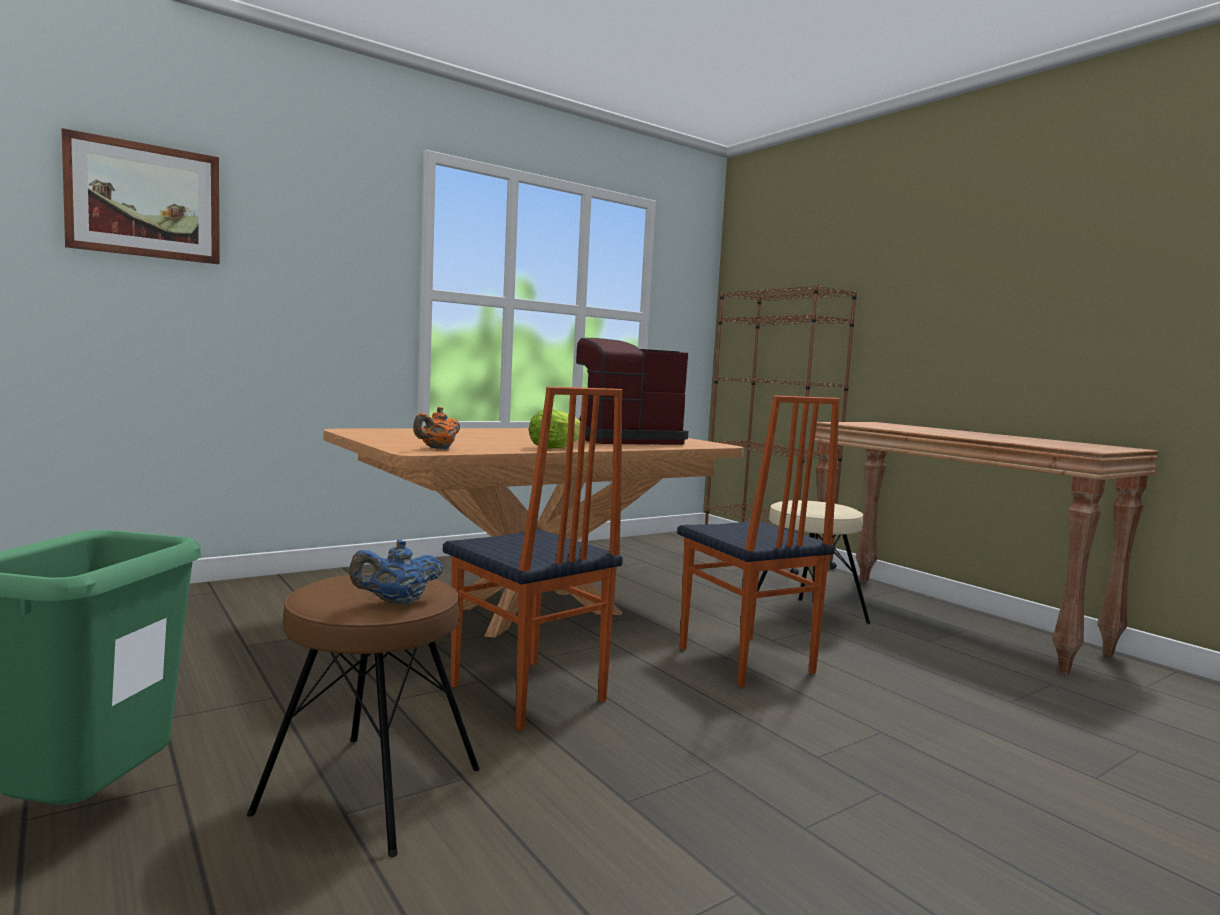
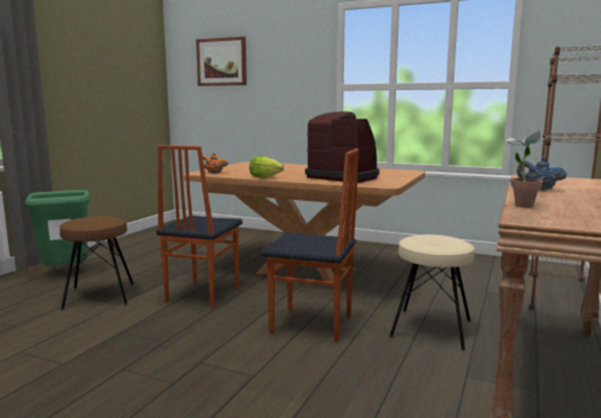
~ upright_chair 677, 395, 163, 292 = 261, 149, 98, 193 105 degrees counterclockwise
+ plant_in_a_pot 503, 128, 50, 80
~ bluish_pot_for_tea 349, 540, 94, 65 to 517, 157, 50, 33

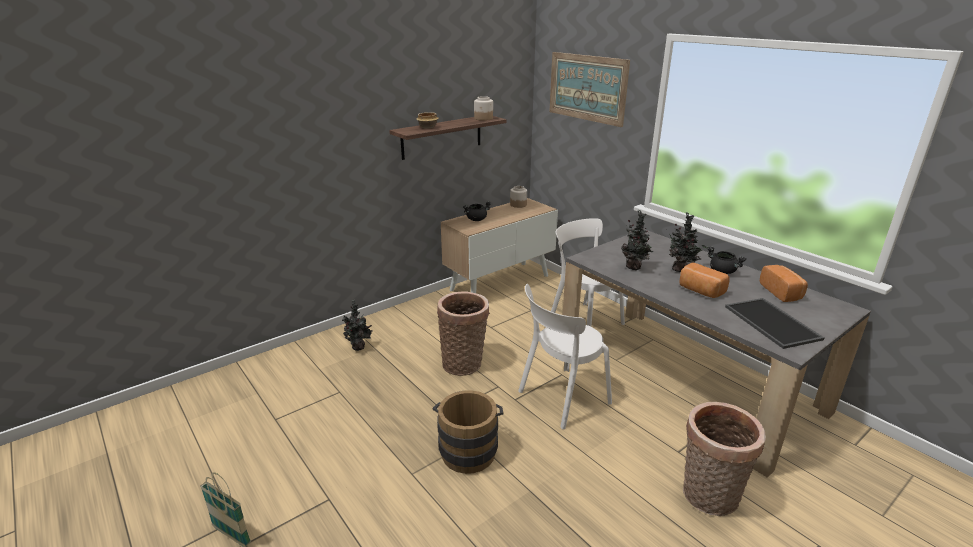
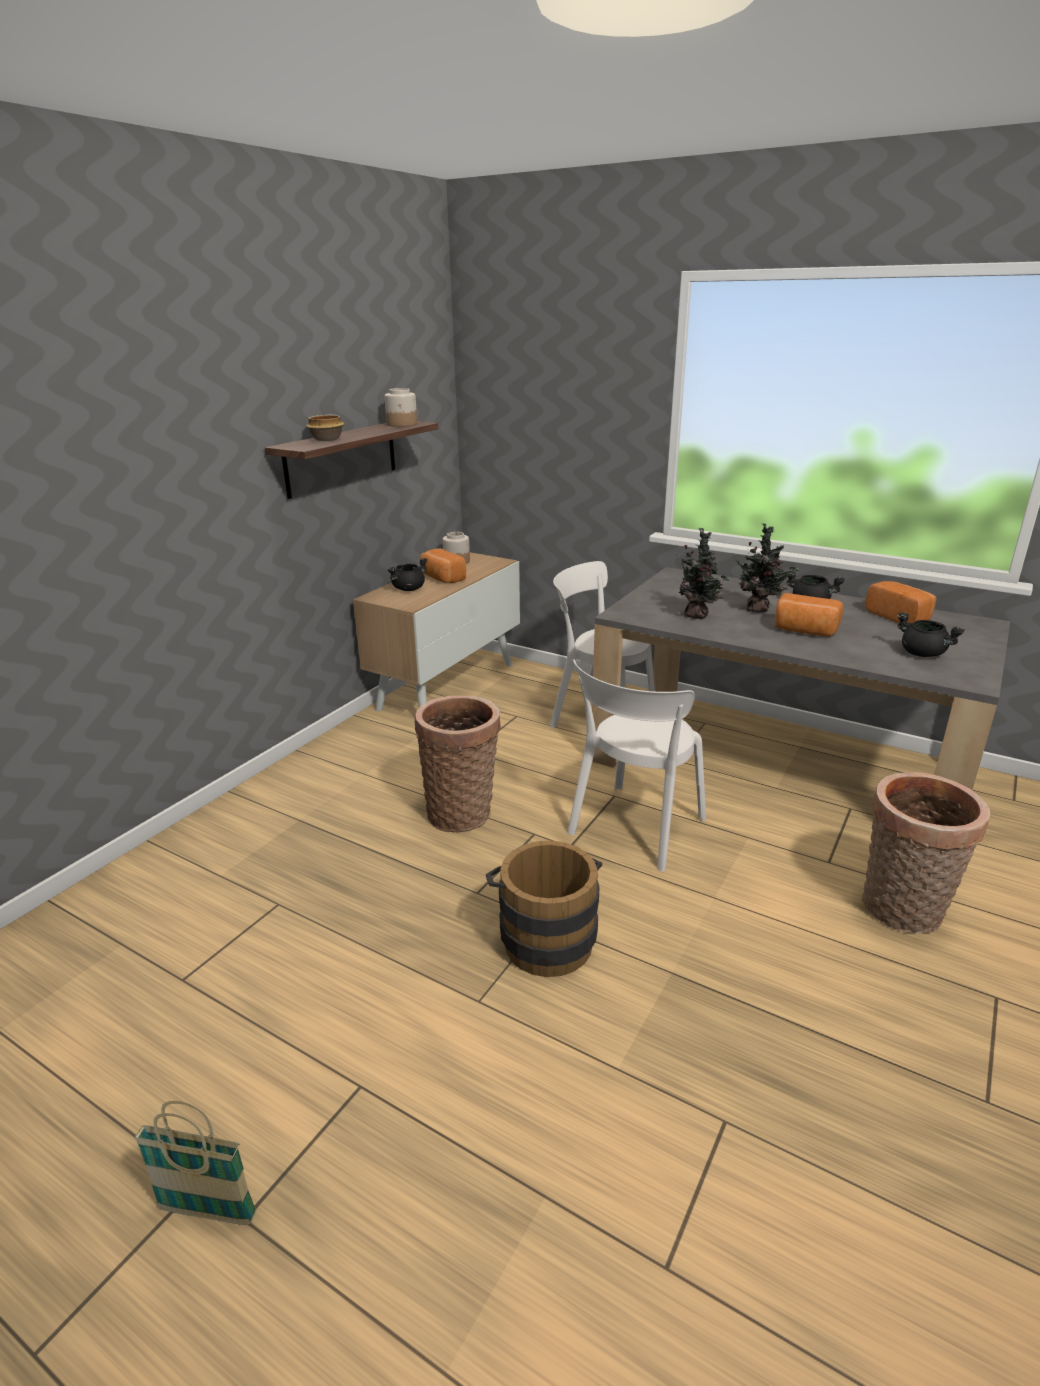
+ bread 420, 548, 46, 35
~ serving_tray 725, 298, 99, 51 to black-coloured_saucepot 897, 612, 68, 45
- plant_in_a_pot 342, 300, 31, 51
- wall_art 549, 52, 81, 75

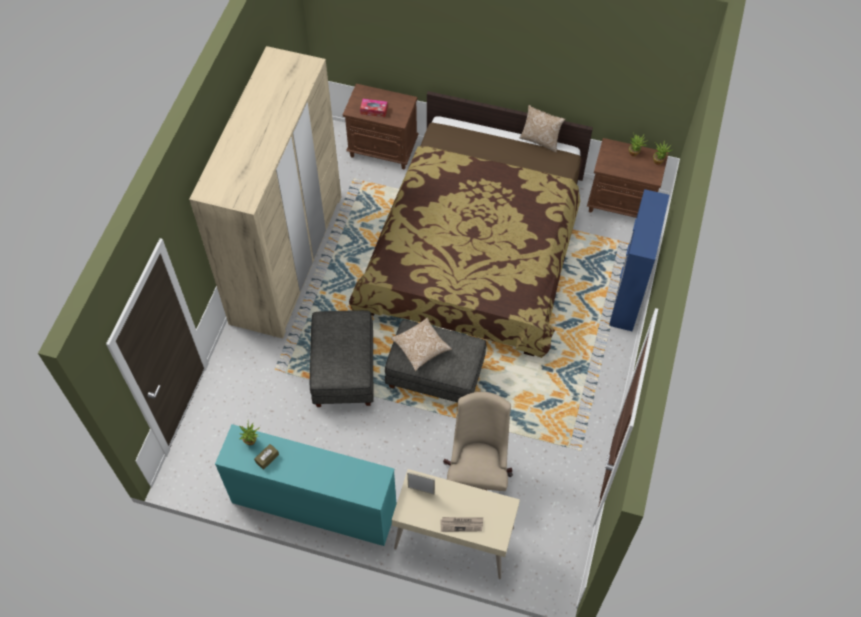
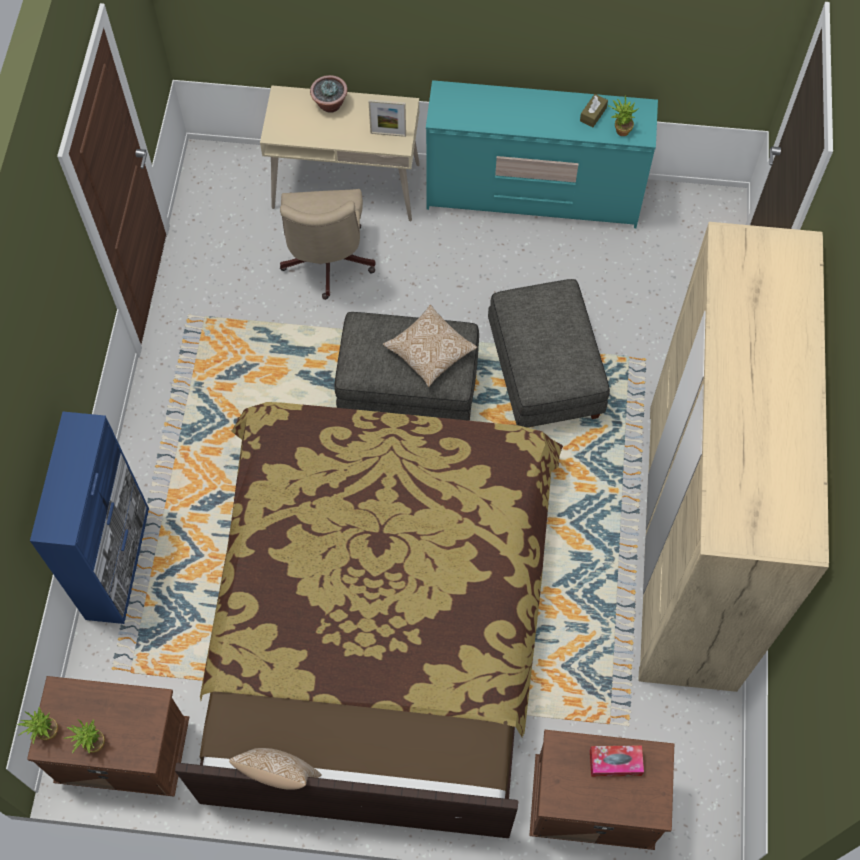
~ printed_paper 441, 517, 42, 15 to plant_in_a_pot 310, 75, 38, 38

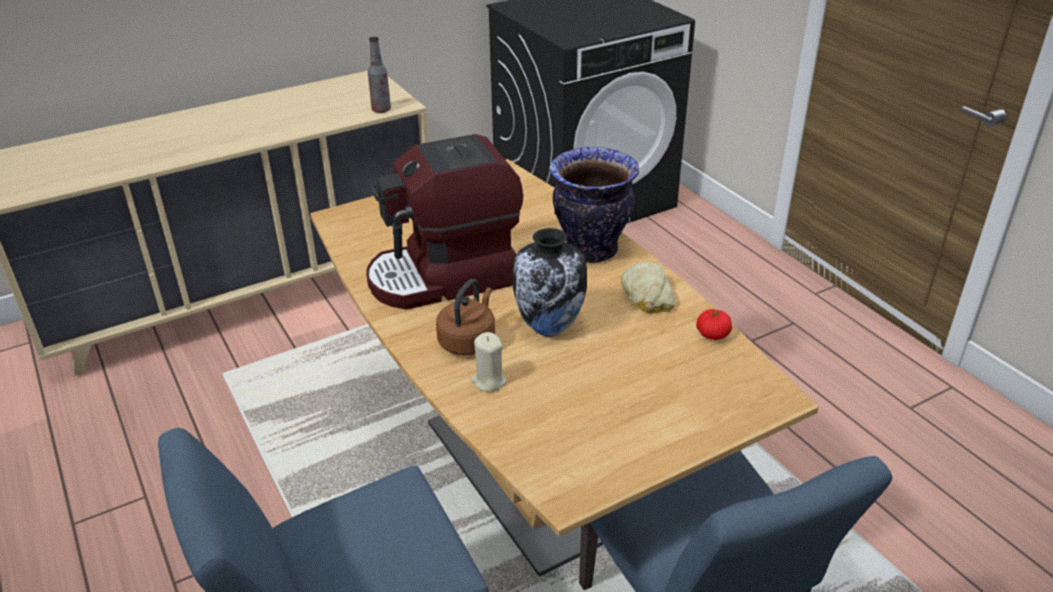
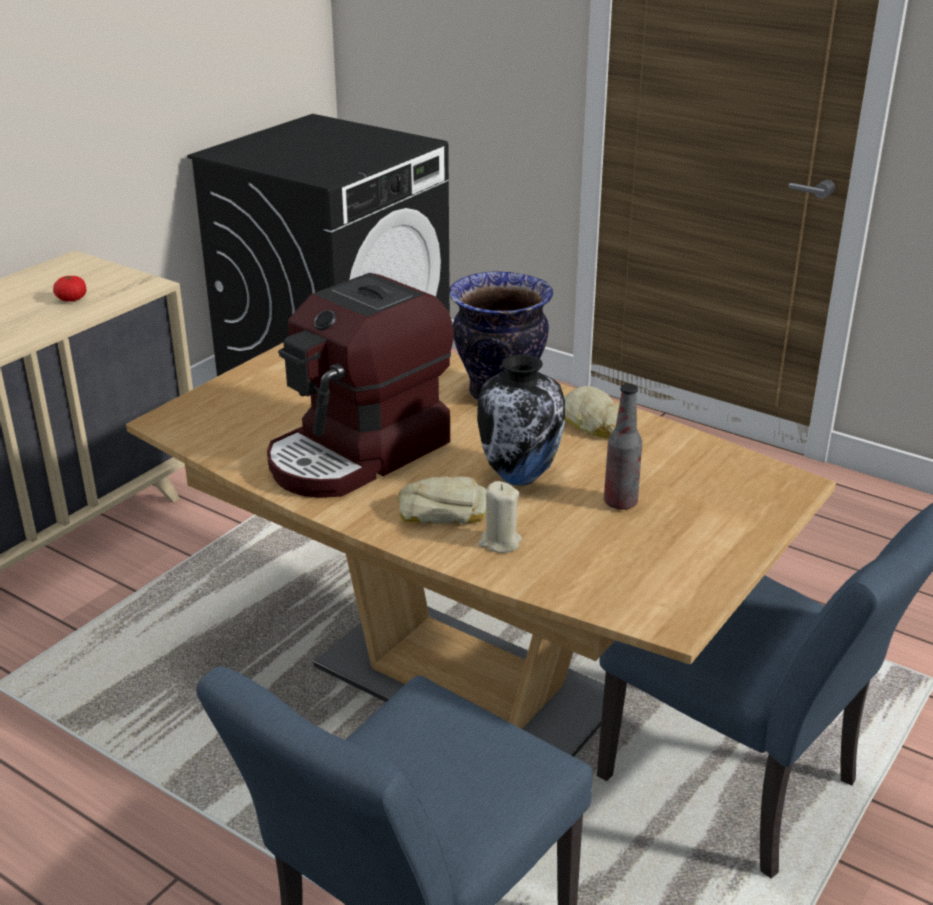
~ fresh_tomato 696, 309, 36, 31 to 53, 276, 33, 26
~ brownish_kettle 436, 279, 59, 76 to bread 398, 476, 89, 48
~ beverage_bottle 368, 37, 23, 76 to 604, 384, 38, 126

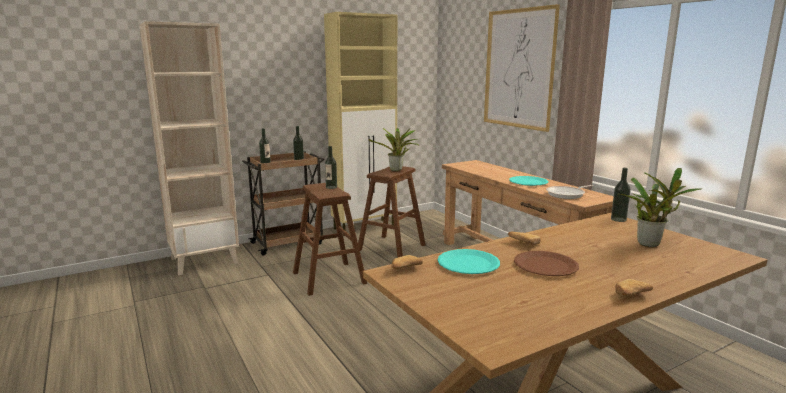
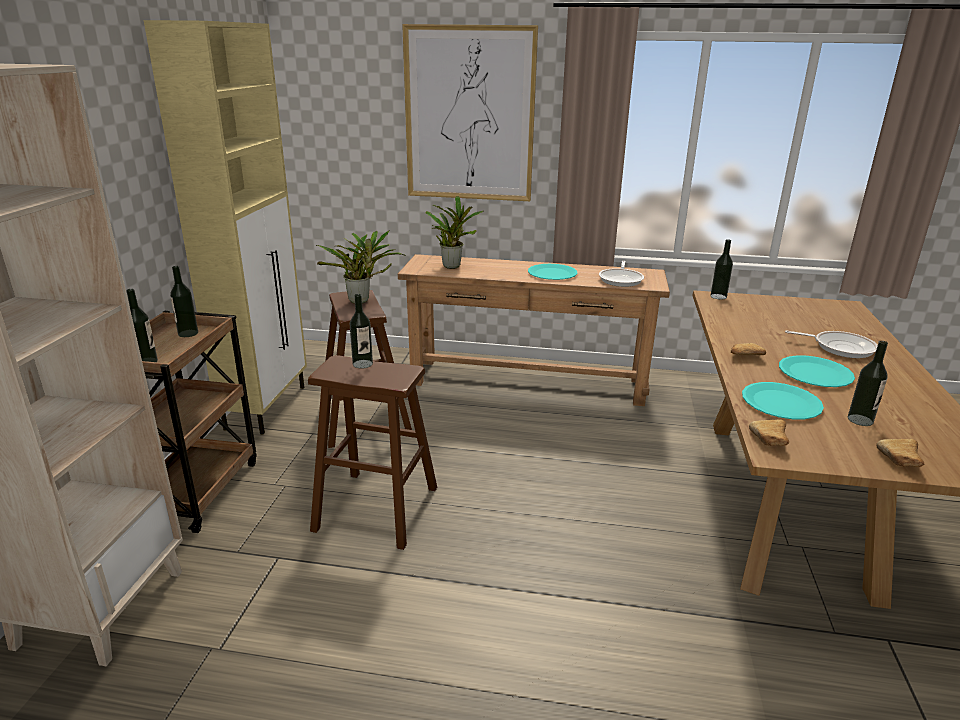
~ plant_in_a_pot 617, 168, 85, 79 to 426, 196, 57, 73
~ brownish_plate 514, 251, 65, 25 to turquoise-coloured_plate 779, 355, 76, 32
+ pan 785, 331, 93, 27
+ beverage_bottle 848, 341, 40, 85
~ bread 616, 279, 37, 16 to 876, 439, 48, 28

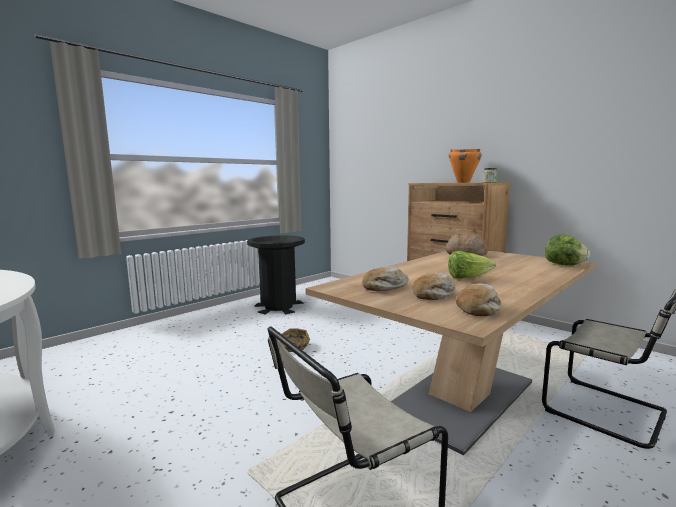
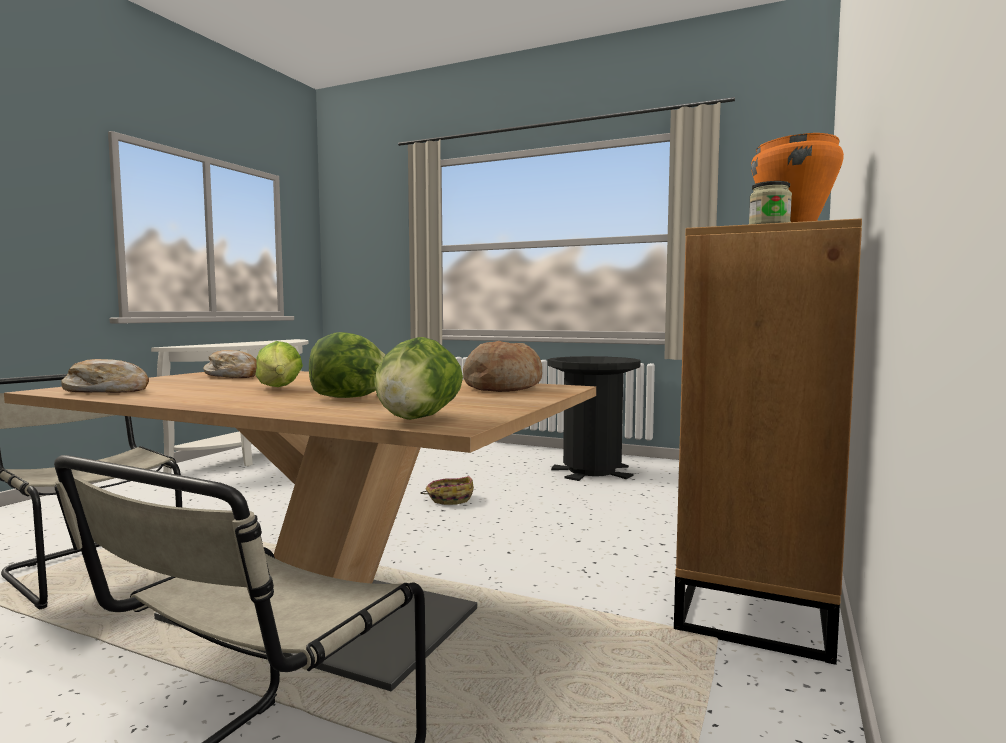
+ lettuce_head 309, 332, 77, 66
- bread 412, 273, 44, 27

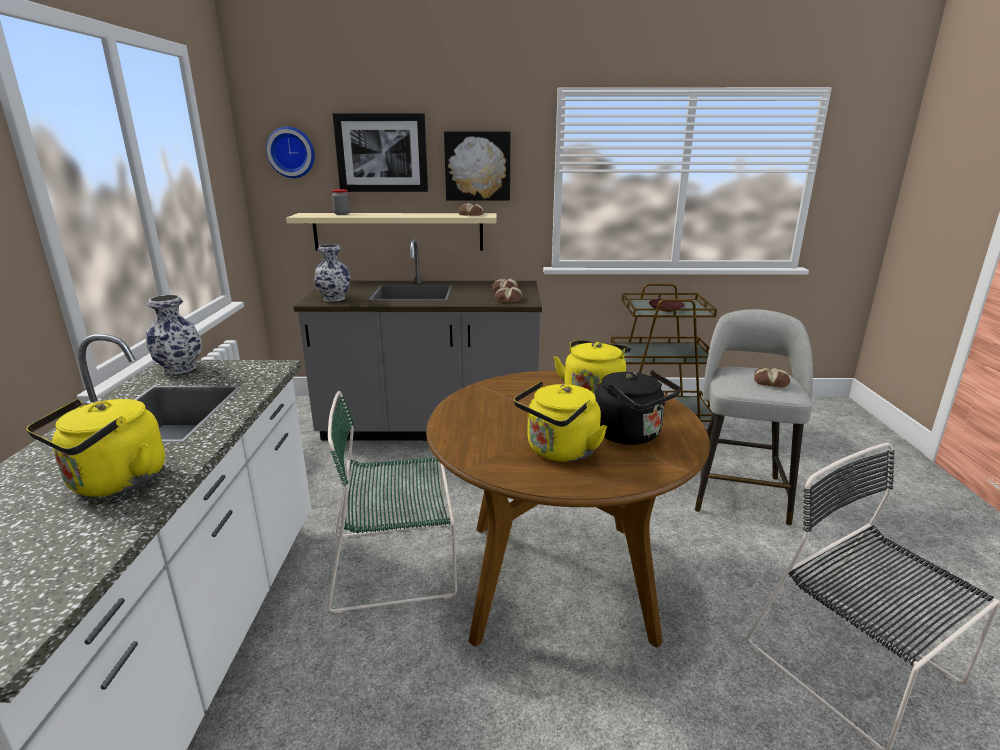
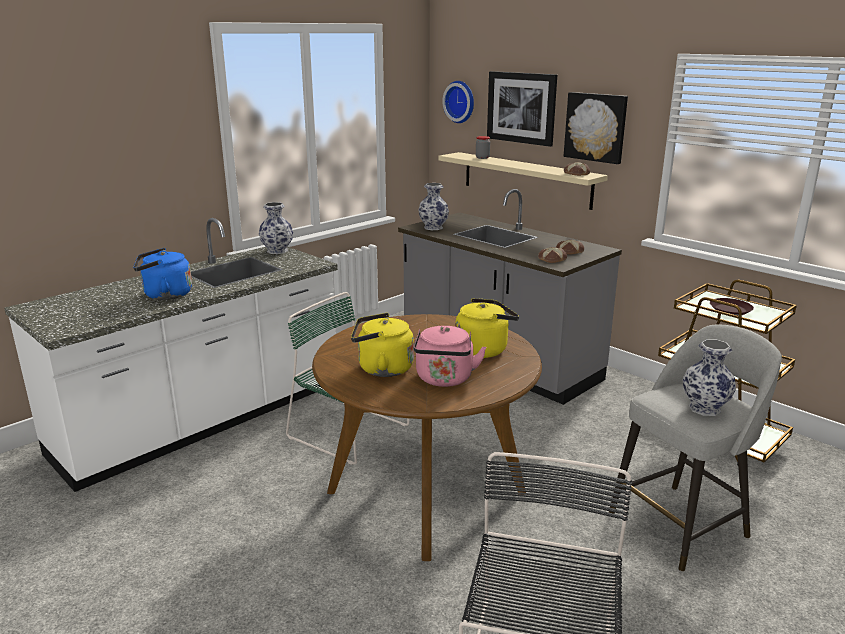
~ yellow-coloured_kettle 26, 399, 139, 98 to bluish_kettle 133, 248, 59, 52
~ black-coloured_kettle 595, 370, 86, 75 to pinkish_kettle 413, 326, 74, 61
~ bread 754, 367, 36, 21 to decorative_vase 683, 339, 53, 77

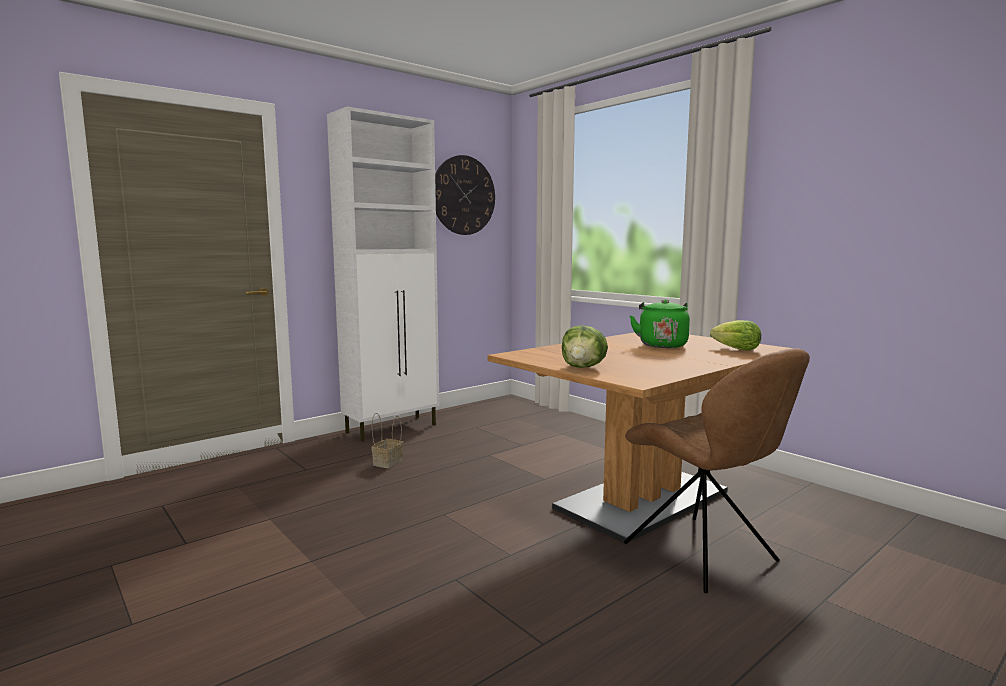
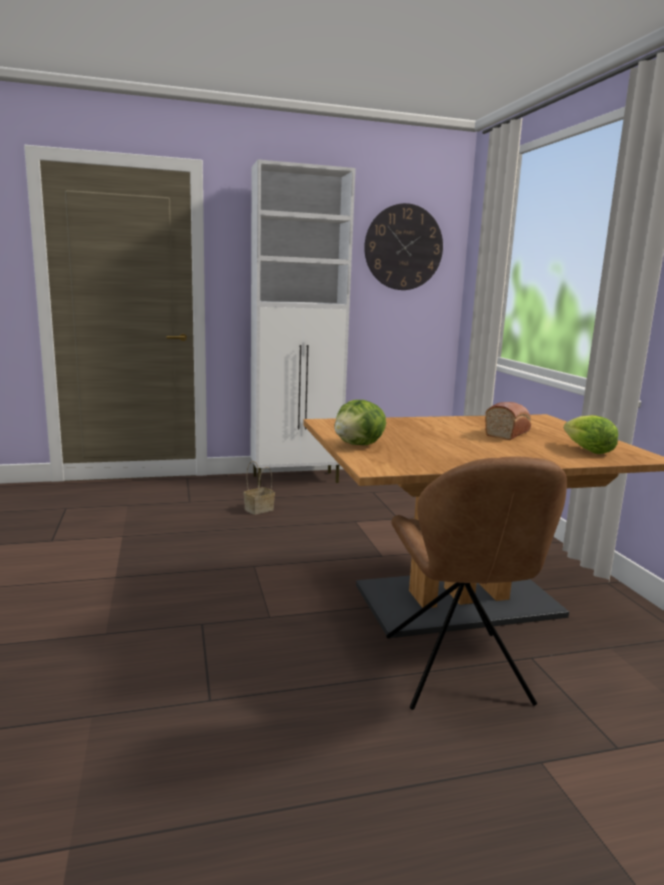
~ green-coloured_kettle 630, 299, 60, 49 to bread 485, 402, 46, 38

